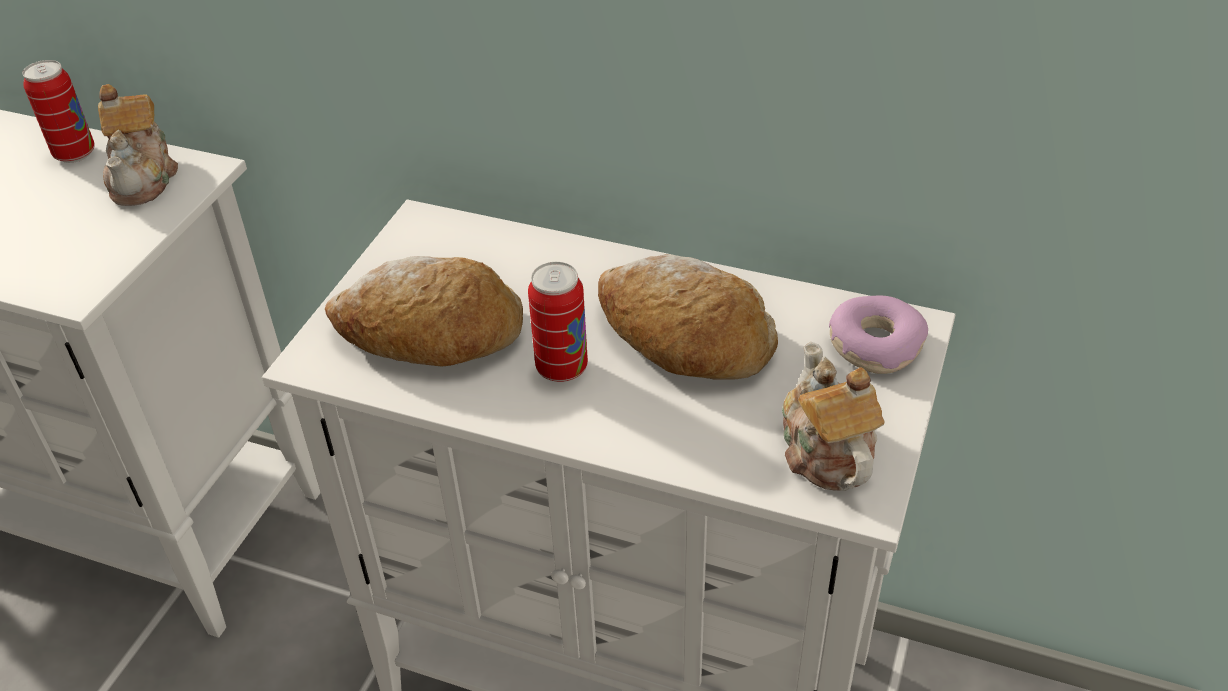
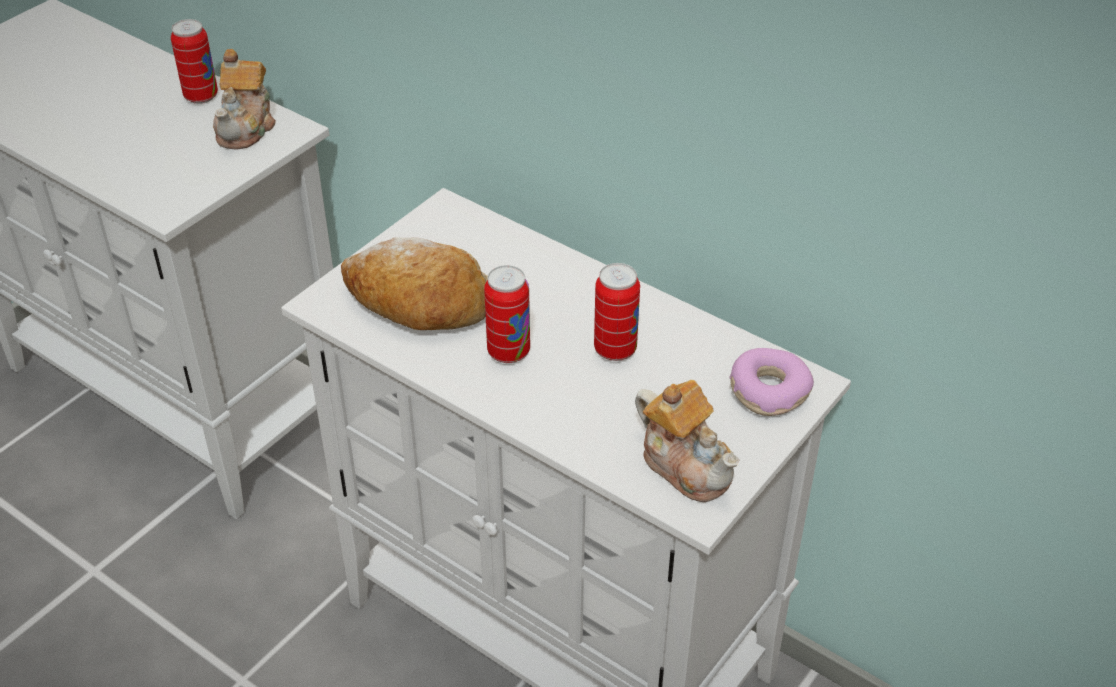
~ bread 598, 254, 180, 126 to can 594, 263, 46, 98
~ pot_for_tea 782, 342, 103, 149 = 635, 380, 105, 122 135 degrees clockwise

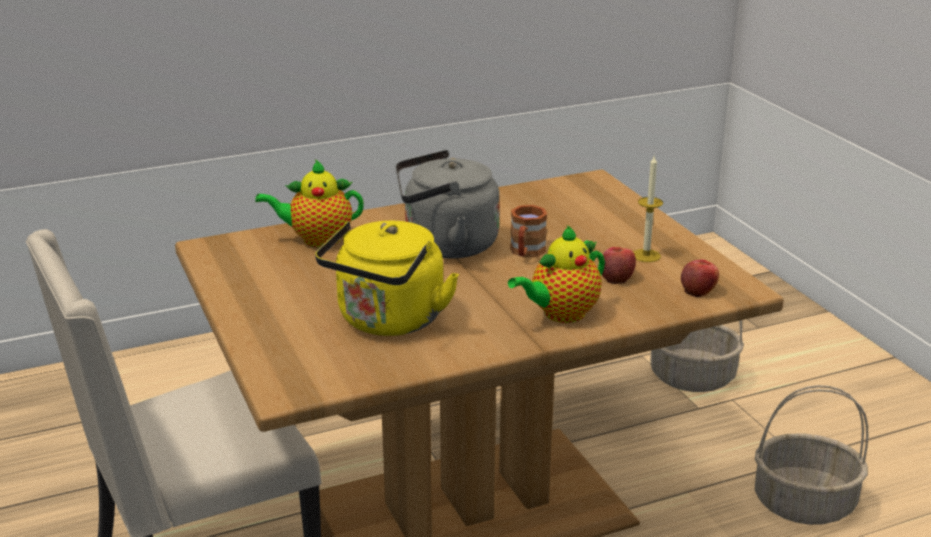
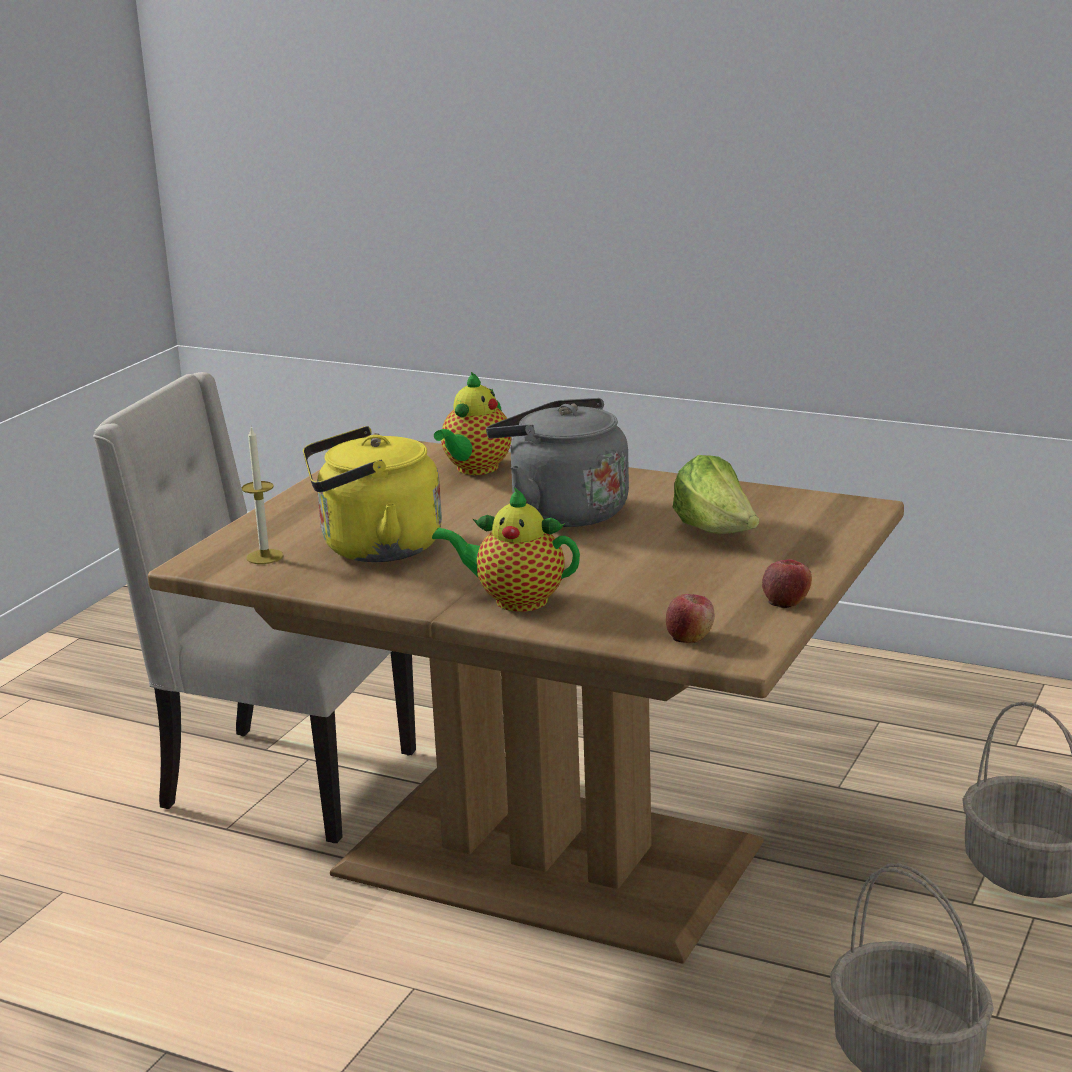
~ wax_candle 633, 156, 30, 106 to 242, 427, 42, 137
~ pot_for_tea 255, 159, 109, 88 = 434, 372, 78, 103 105 degrees counterclockwise
+ lettuce_head 673, 455, 86, 79
~ apple_fruit 602, 247, 34, 37 to 762, 559, 50, 49
- brownish_mug 510, 205, 37, 52

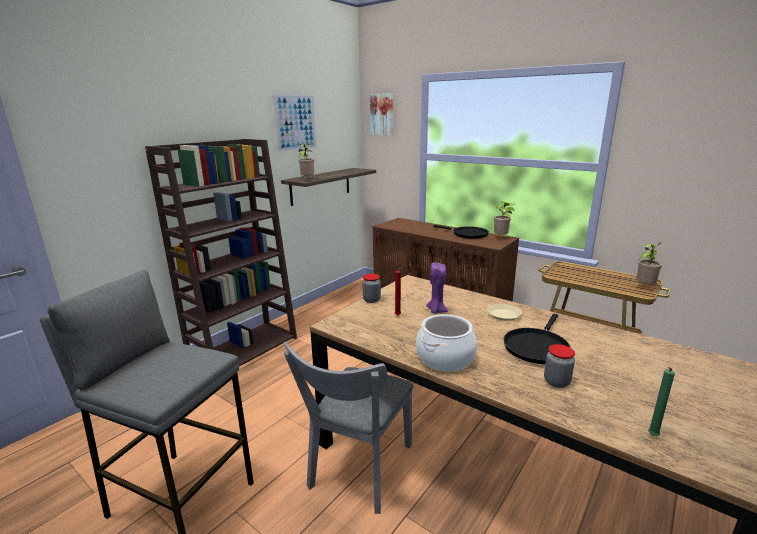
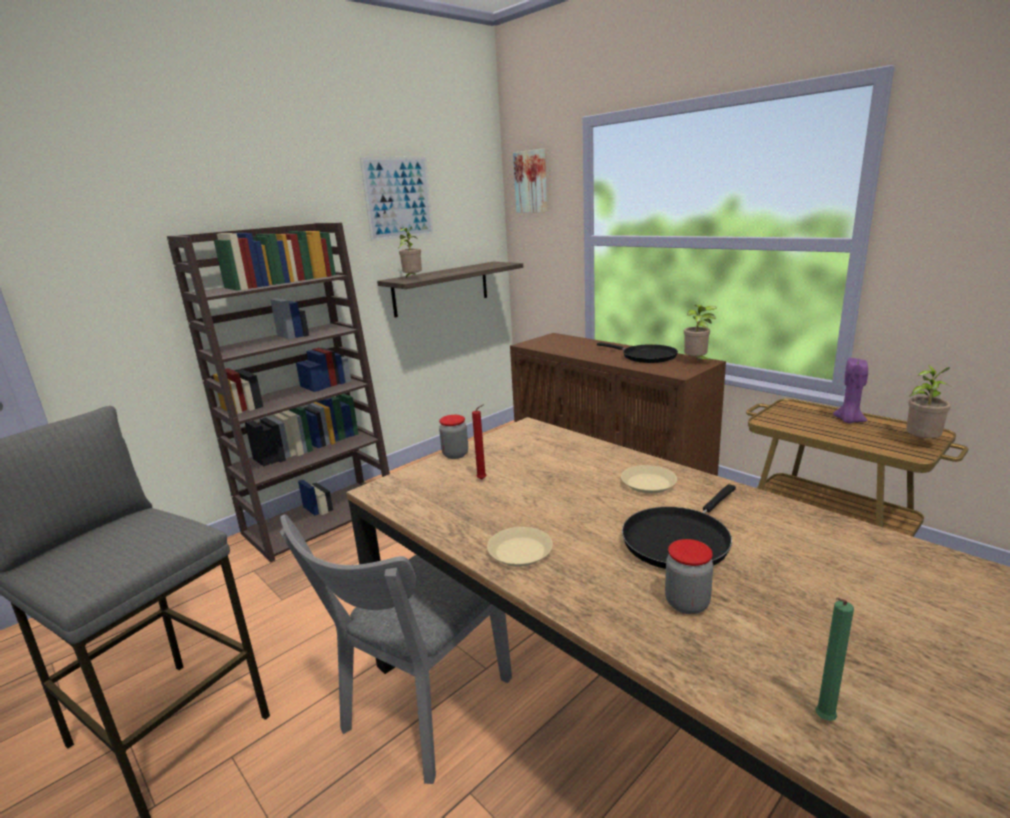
~ saucepot 416, 314, 61, 58 to beige_plate 487, 527, 66, 40
~ purple-coloured_wax_candle 426, 262, 22, 52 to 833, 358, 35, 65

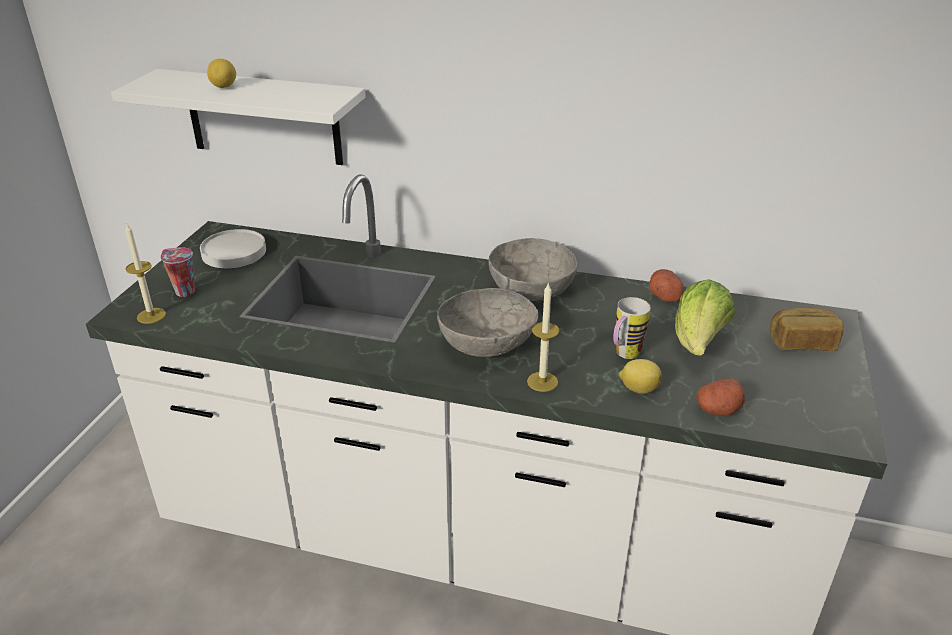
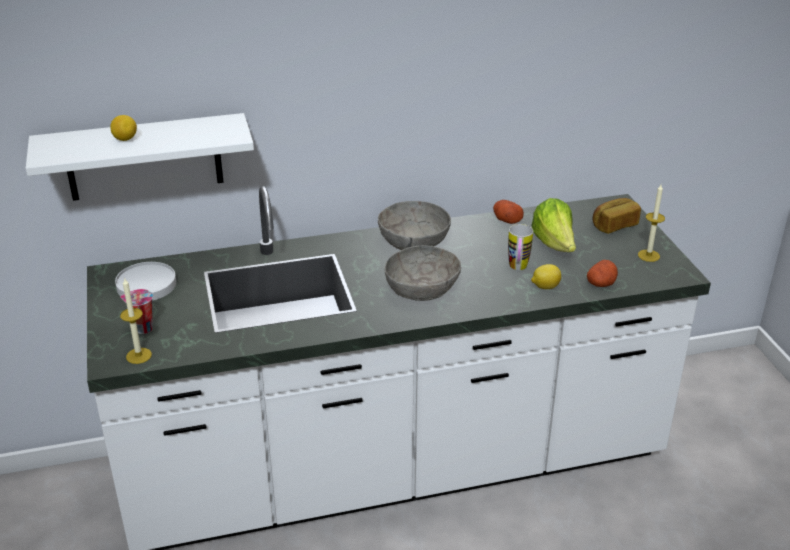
~ wax_candle 527, 282, 32, 110 to 638, 185, 27, 77

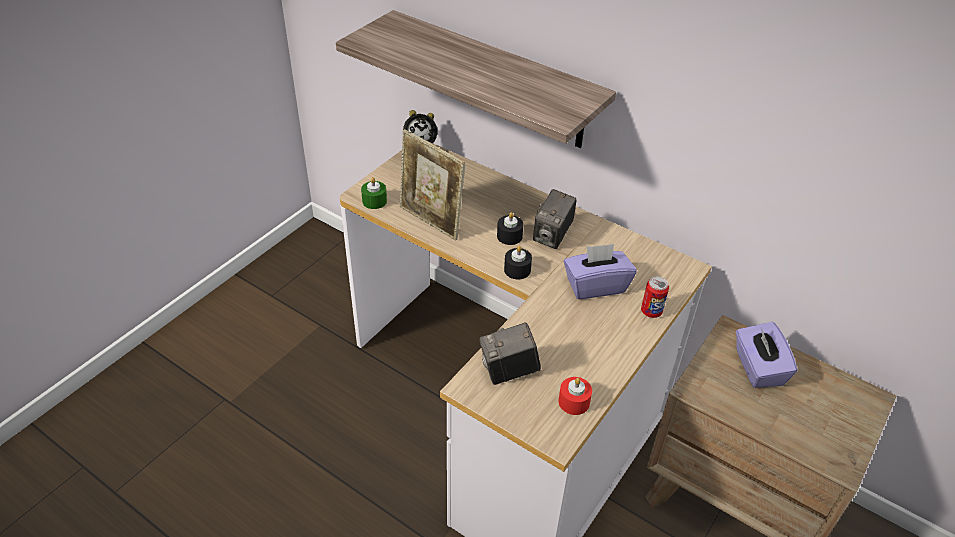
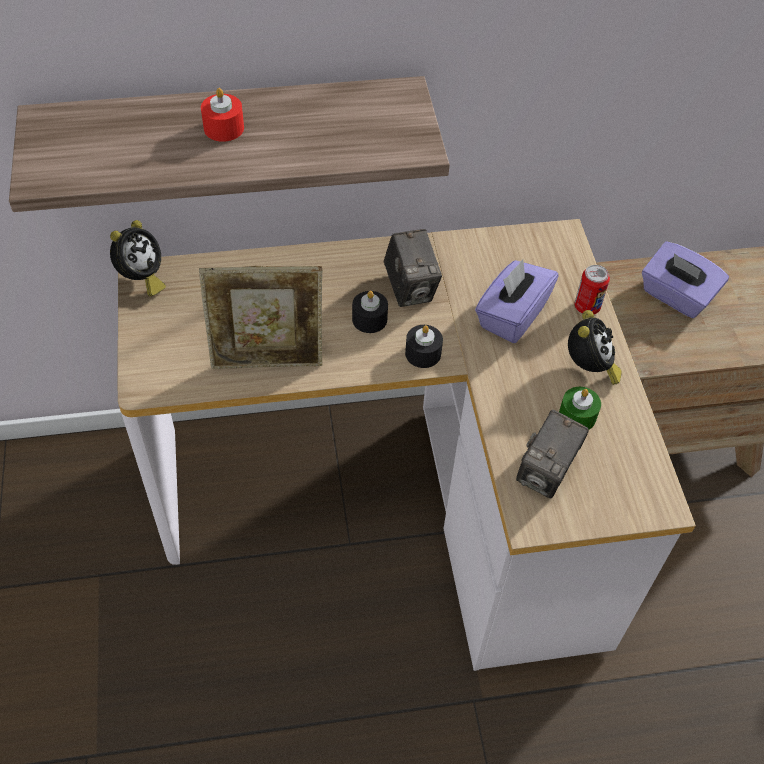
~ red-coloured_wax_candle 558, 377, 34, 38 to 201, 88, 43, 54
~ green-coloured_wax_candle 361, 177, 26, 32 to 559, 387, 42, 43
+ bedside_clock 568, 310, 54, 75

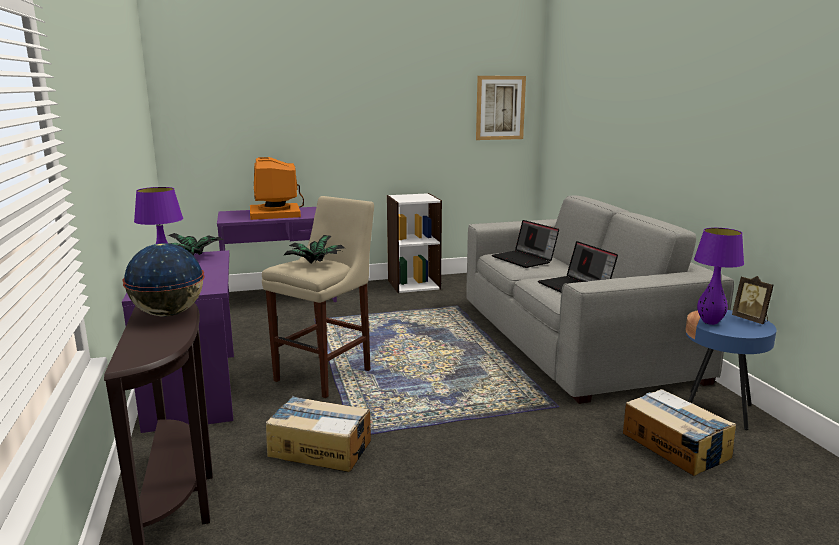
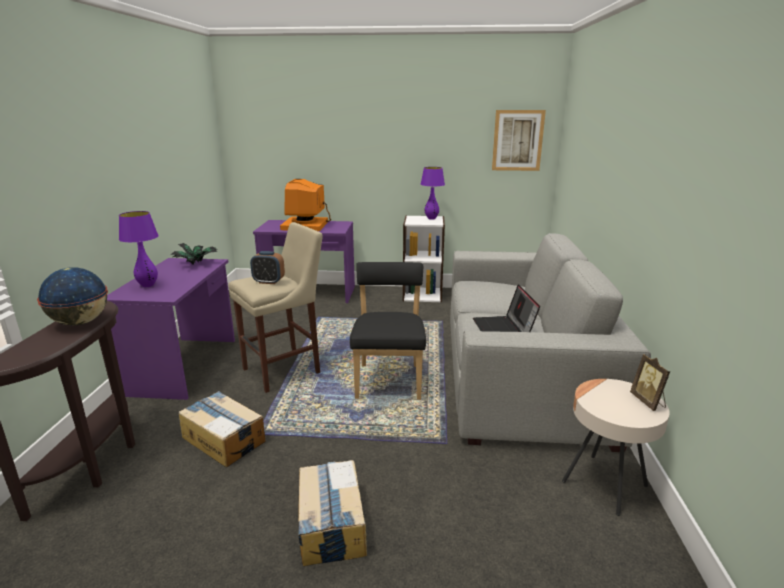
~ plant_in_a_pot 284, 235, 61, 29 to bedside_clock 250, 251, 35, 33
~ carton 623, 389, 113, 87 to 298, 460, 69, 106
+ black-coloured_upright_chair 350, 262, 76, 138
~ purple-coloured_tabletop_lamp 694, 228, 50, 97 to 421, 167, 24, 53
~ bluish_end_table 686, 310, 91, 120 to beige_end_table 562, 379, 108, 137
- laptop 492, 220, 67, 48

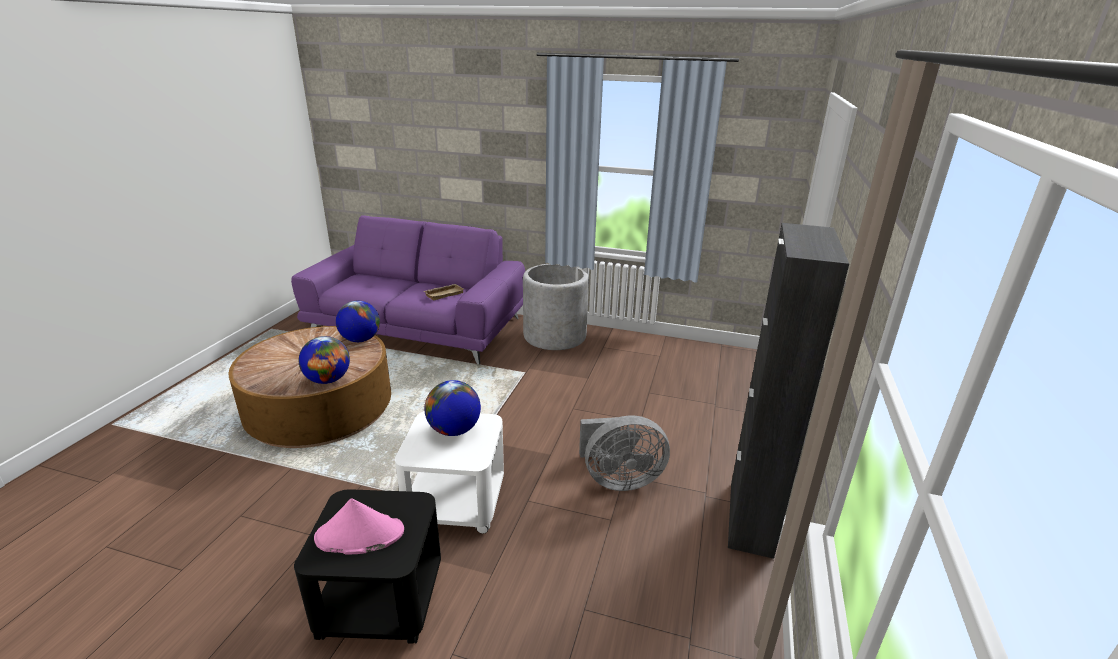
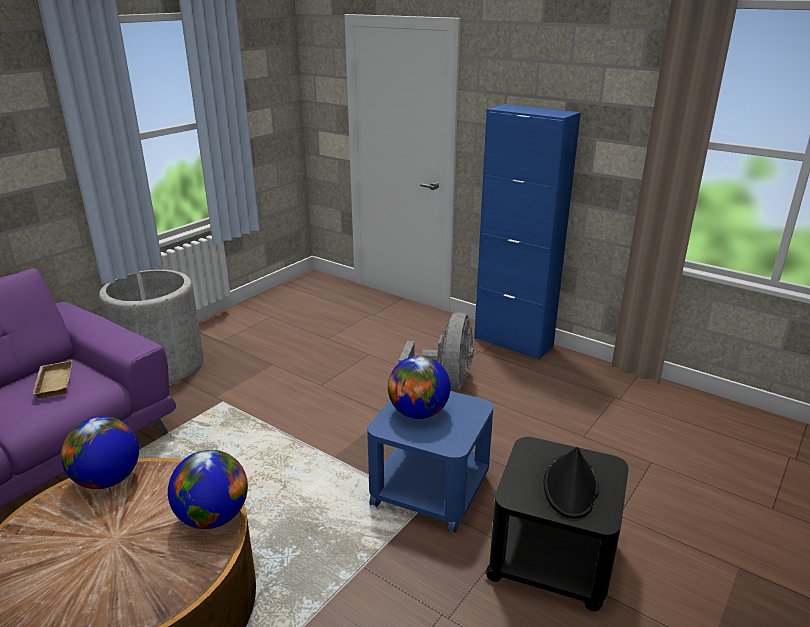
~ whitish_end_table 395, 411, 109, 123 to bluish_end_table 367, 391, 126, 142
~ black-coloured_cupboard 728, 223, 121, 336 to bluish_cupboard 474, 104, 107, 256
~ pinkish_clothing_hat 314, 499, 90, 55 to black-coloured_clothing_hat 544, 447, 55, 72

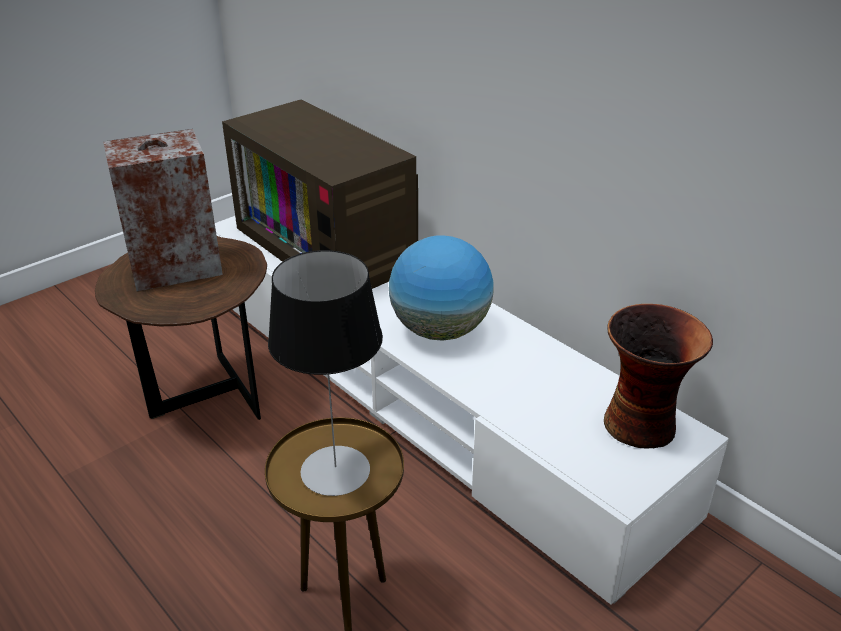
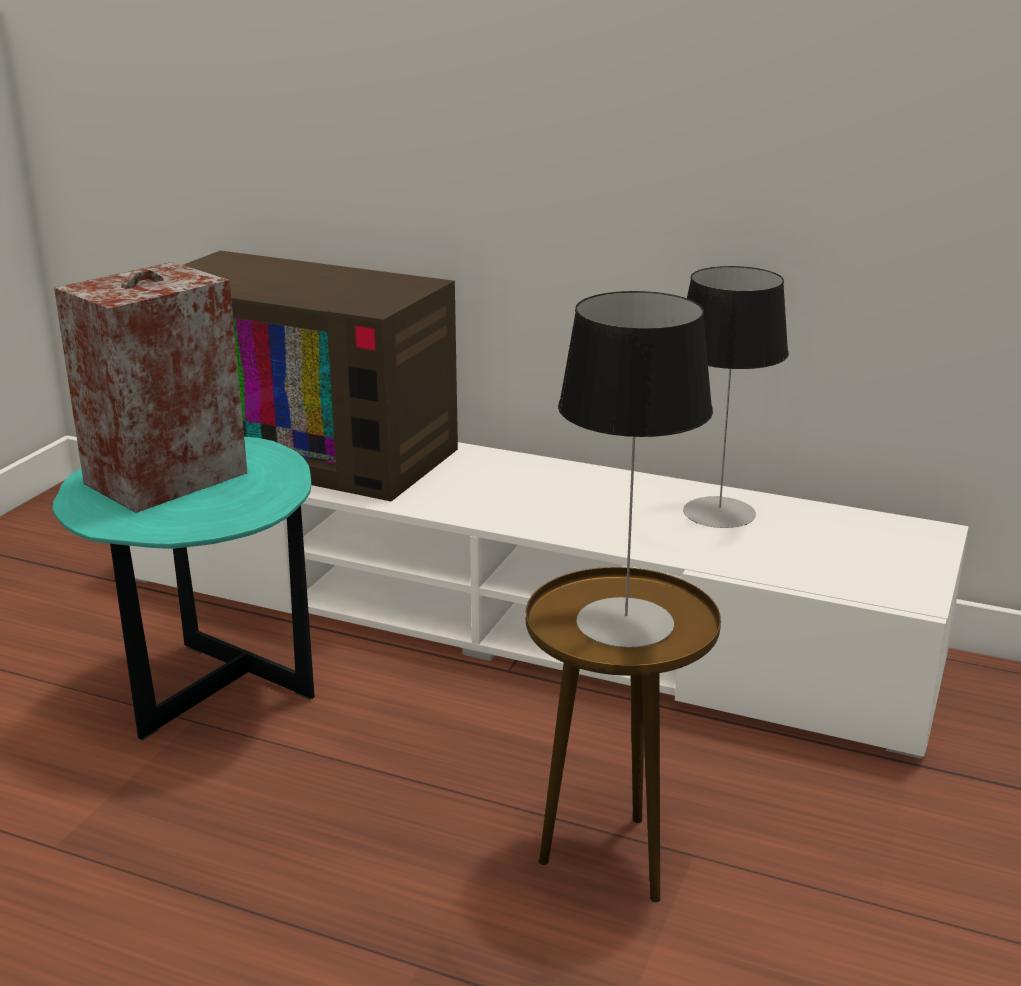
~ brownish_end_table 95, 236, 172, 184 to turquoise-coloured_end_table 53, 437, 262, 303
+ tabletop_lamp 683, 266, 106, 262
- world_globe 389, 236, 105, 105
- decorative_vase 604, 304, 109, 144

